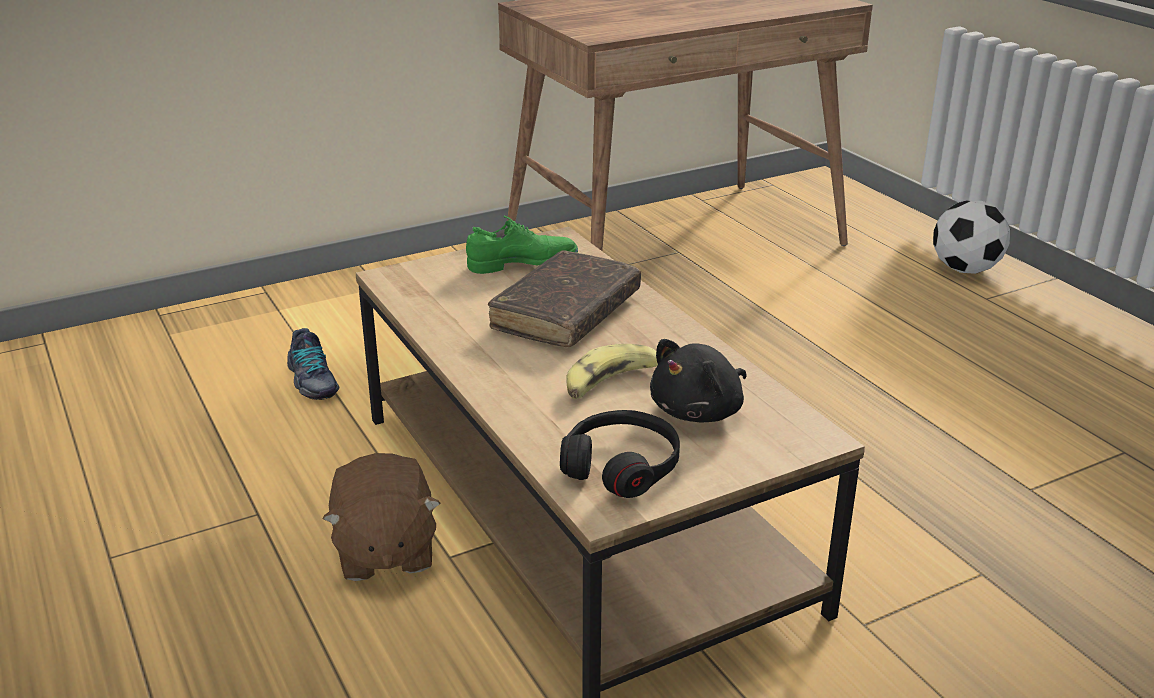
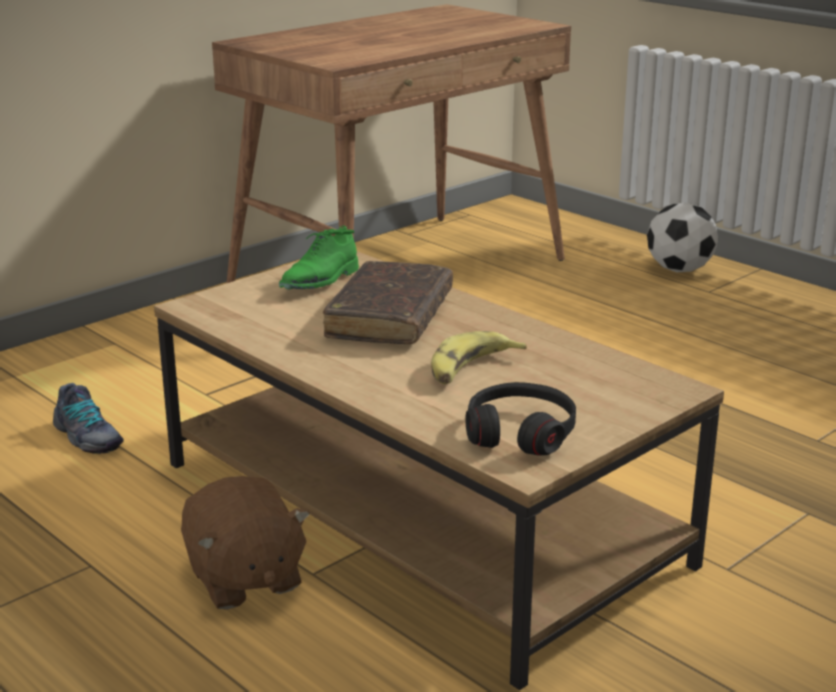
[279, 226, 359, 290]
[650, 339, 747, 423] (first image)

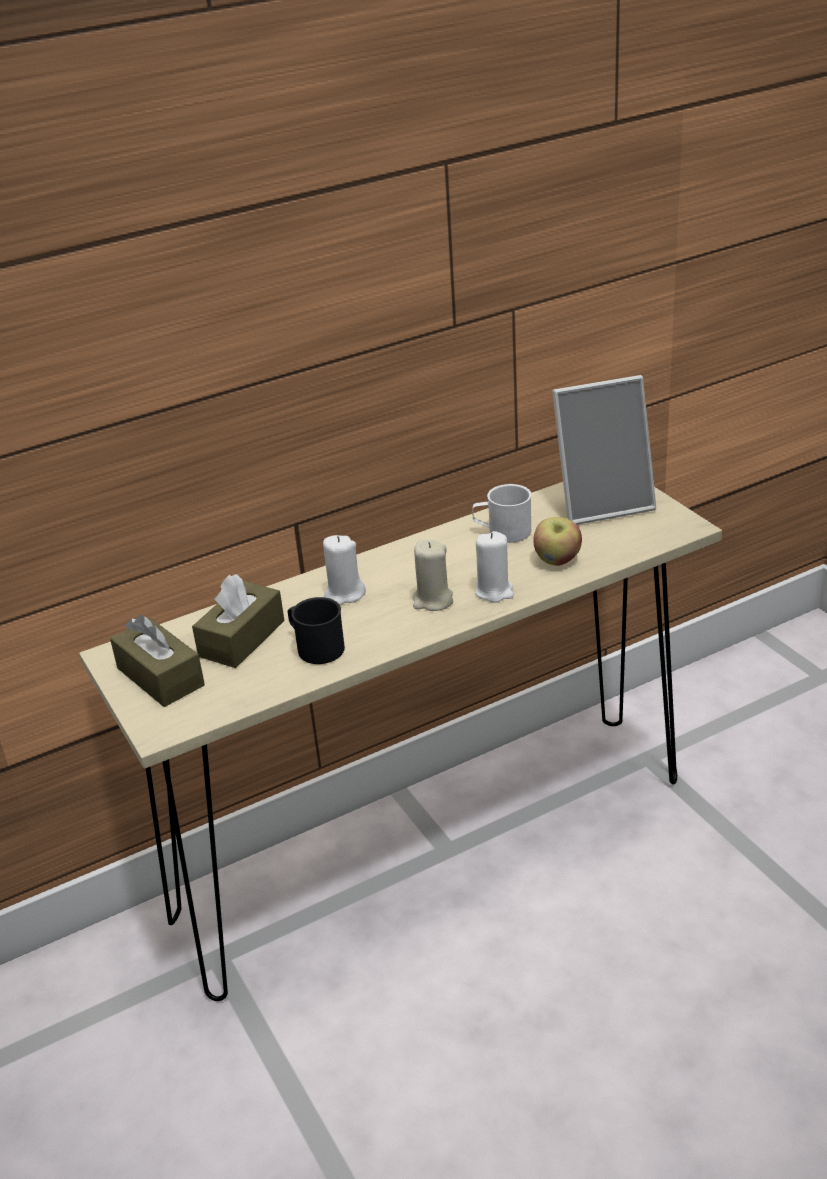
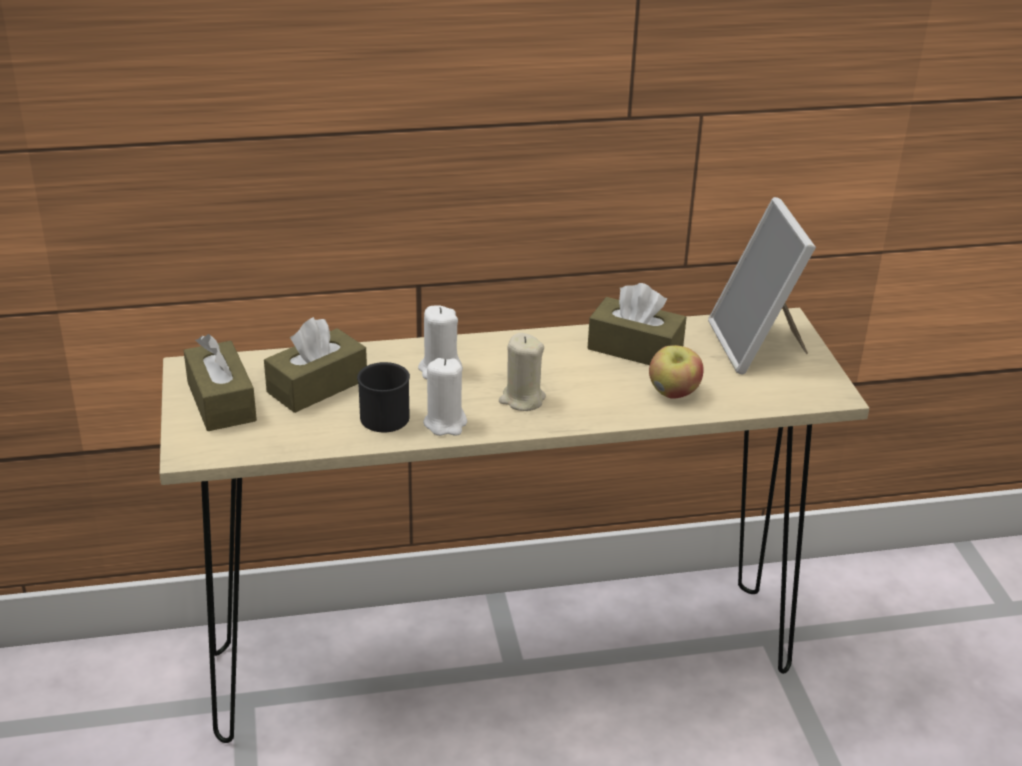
[588, 283, 687, 365]
[423, 358, 467, 436]
[708, 197, 816, 374]

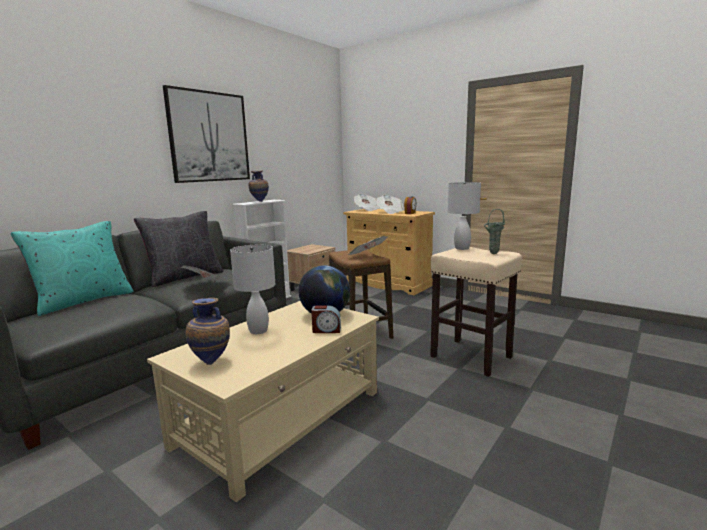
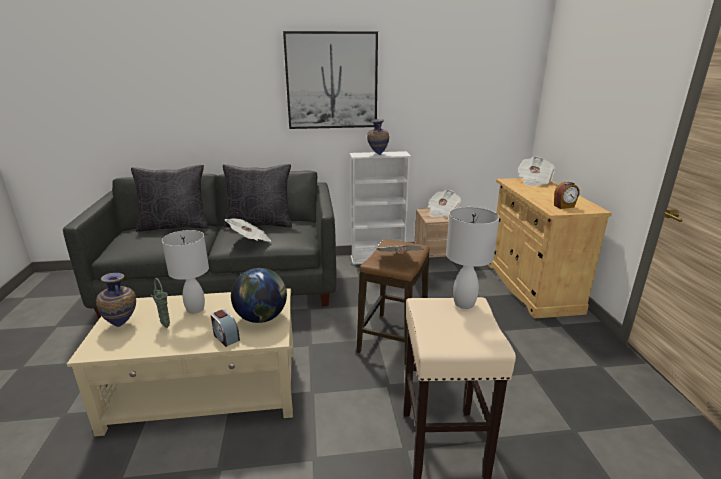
[131, 165, 208, 232]
[428, 190, 461, 217]
[151, 278, 170, 328]

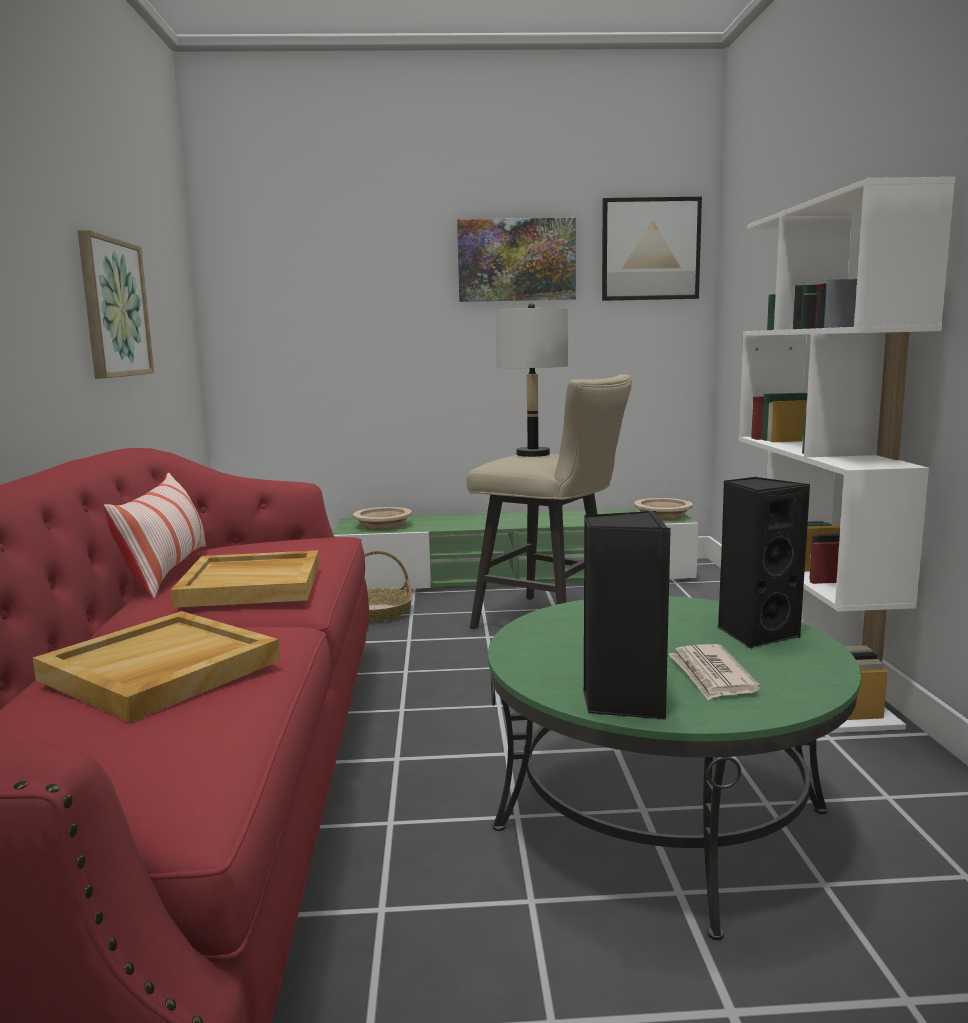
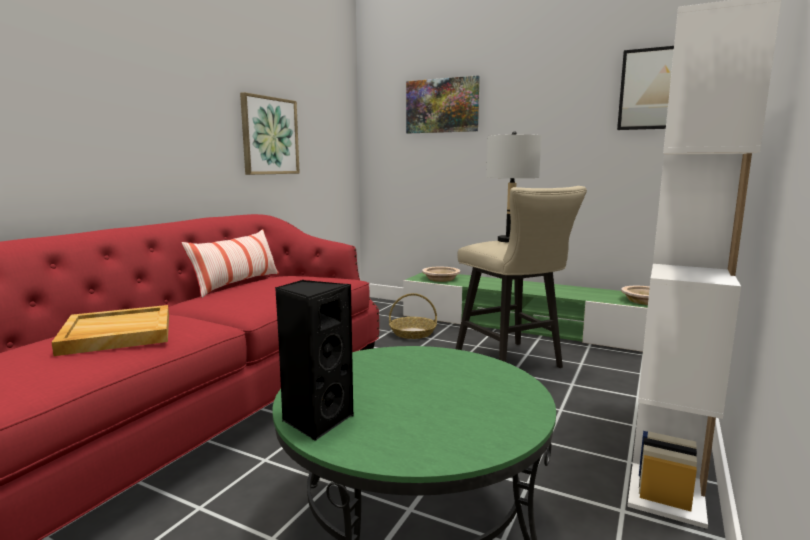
[171, 550, 319, 608] (first image)
[406, 75, 480, 133]
[669, 644, 761, 700] (first image)
[718, 477, 810, 649] (first image)

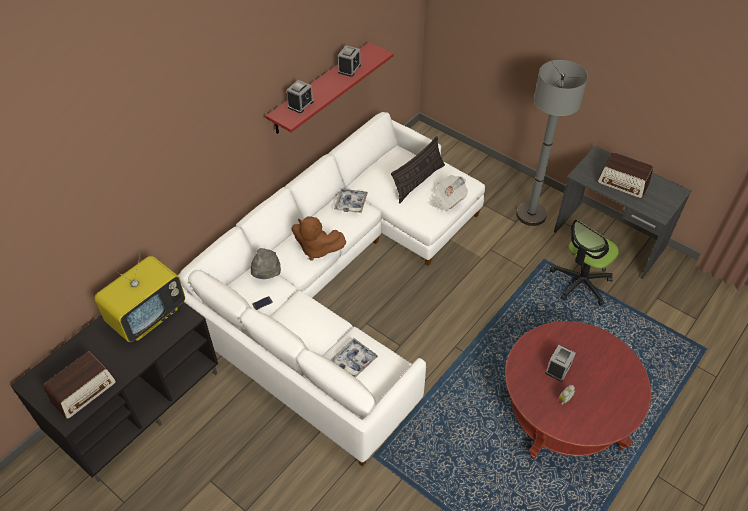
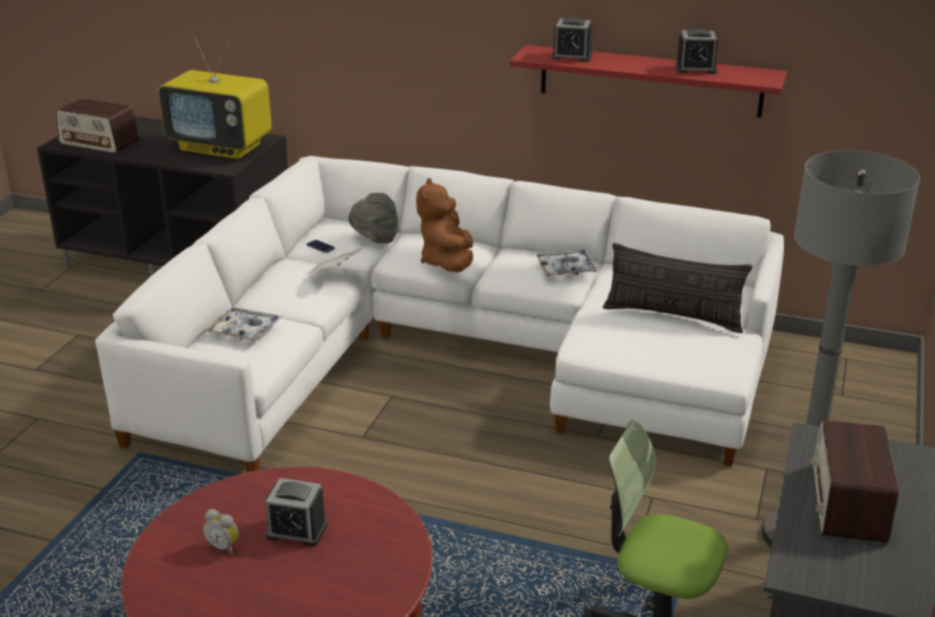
[305, 245, 366, 275]

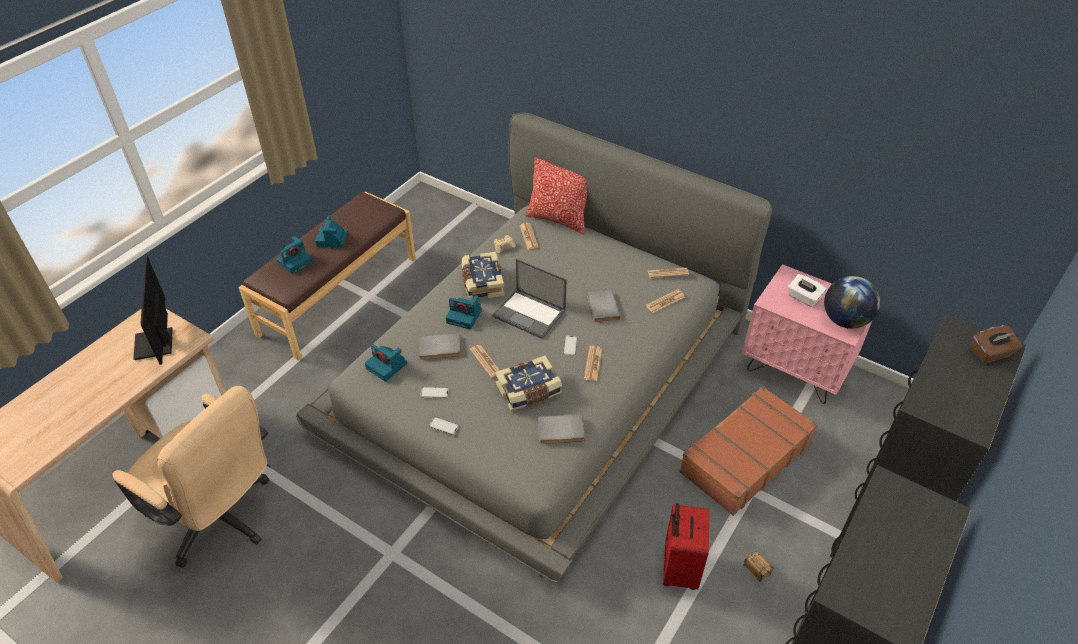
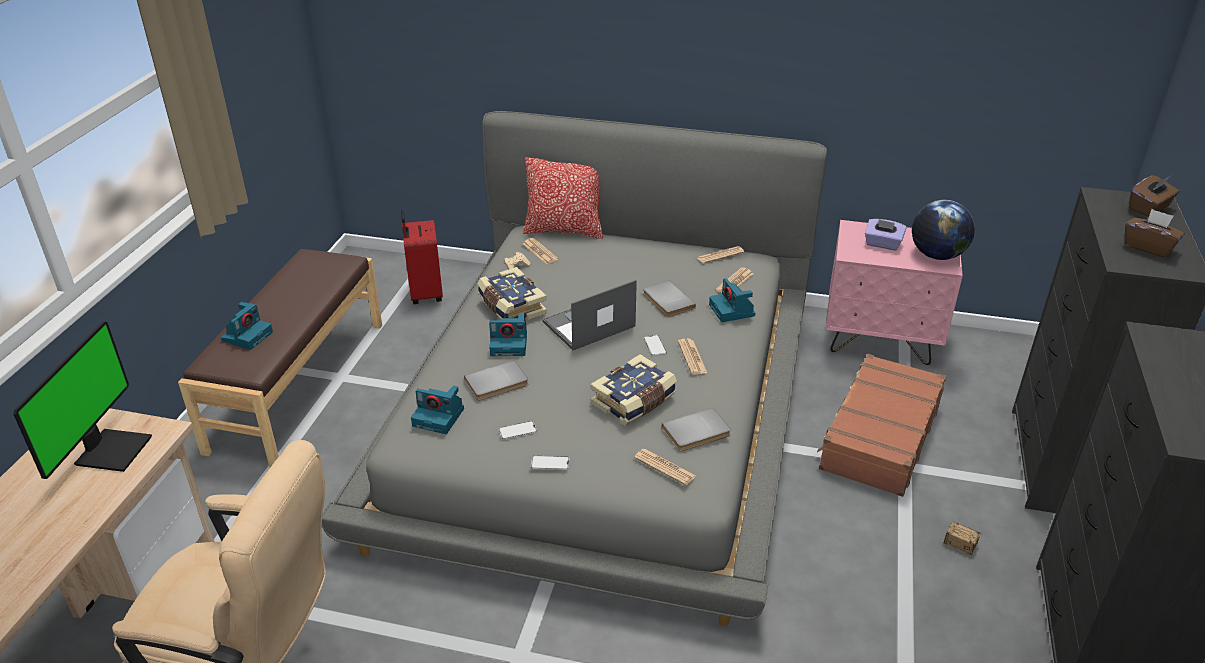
[13, 321, 152, 479]
[709, 278, 755, 322]
[634, 449, 696, 485]
[542, 280, 637, 350]
[401, 210, 443, 304]
[865, 219, 906, 251]
[1125, 209, 1185, 258]

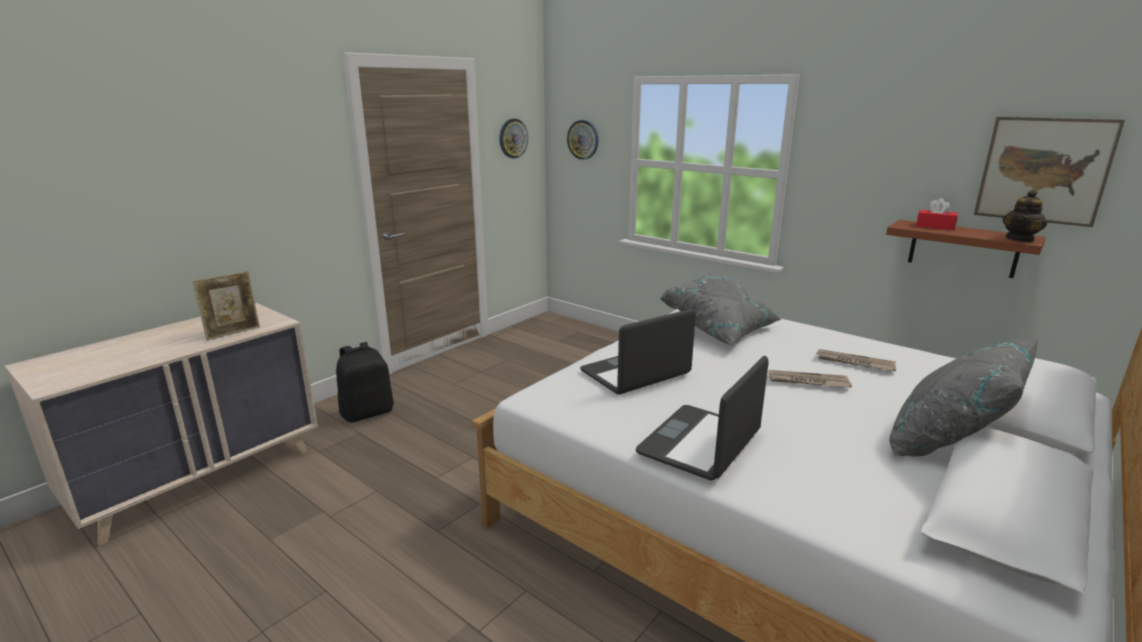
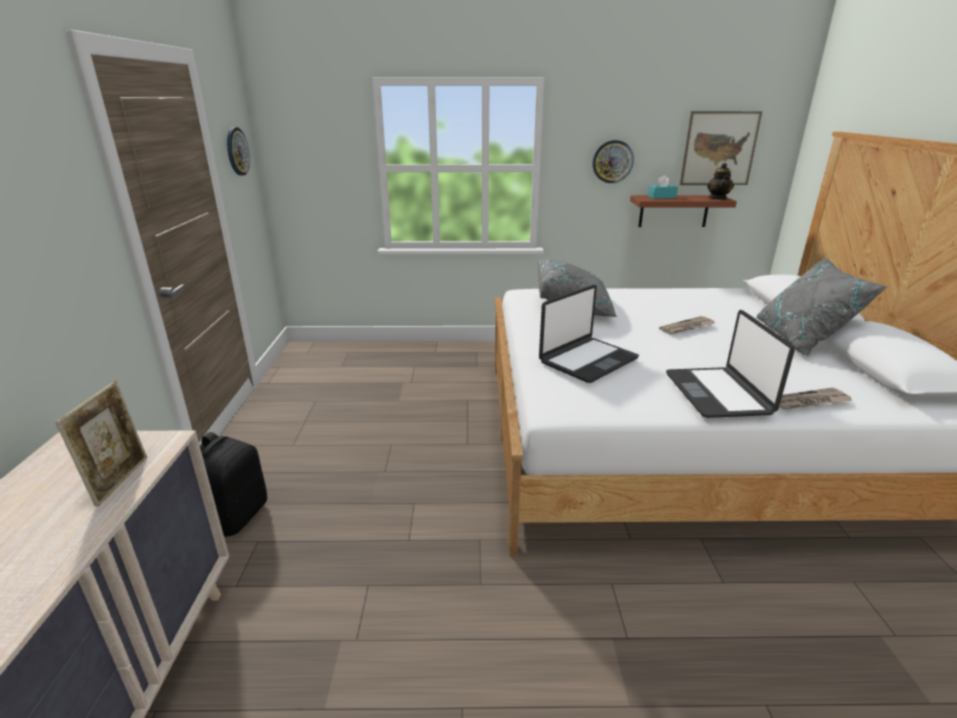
[592, 140, 634, 183]
[539, 285, 639, 383]
[779, 387, 852, 410]
[648, 175, 678, 199]

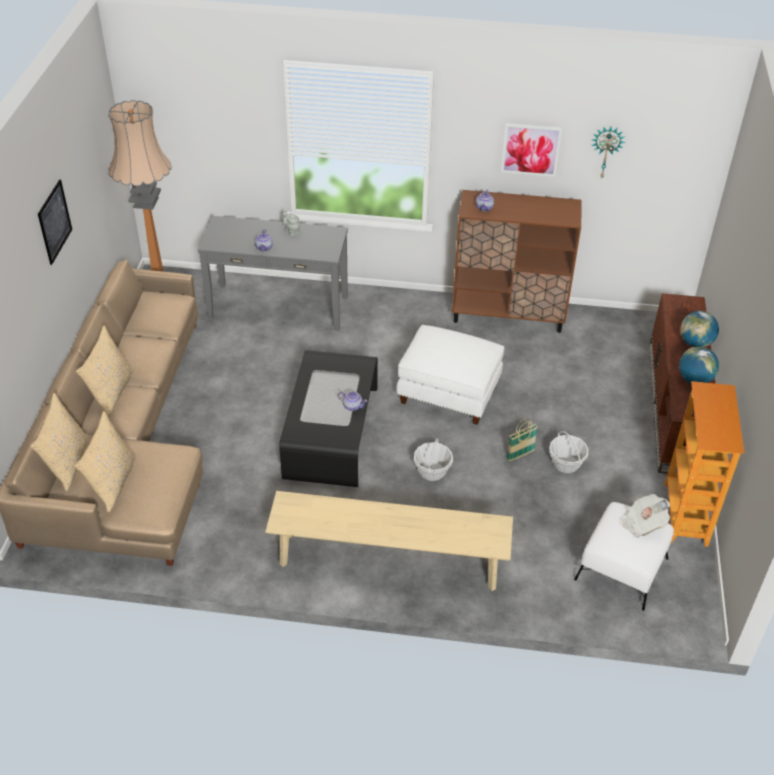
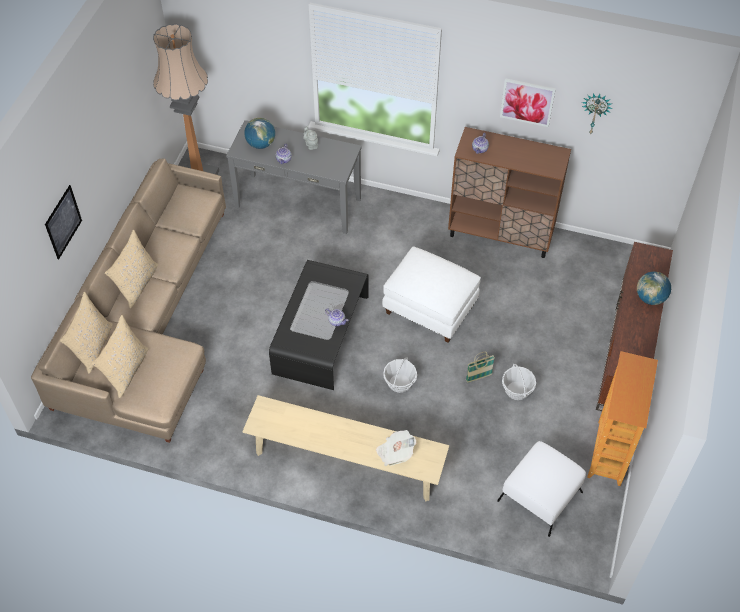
[45, 185, 82, 259]
[376, 430, 416, 466]
[244, 118, 275, 149]

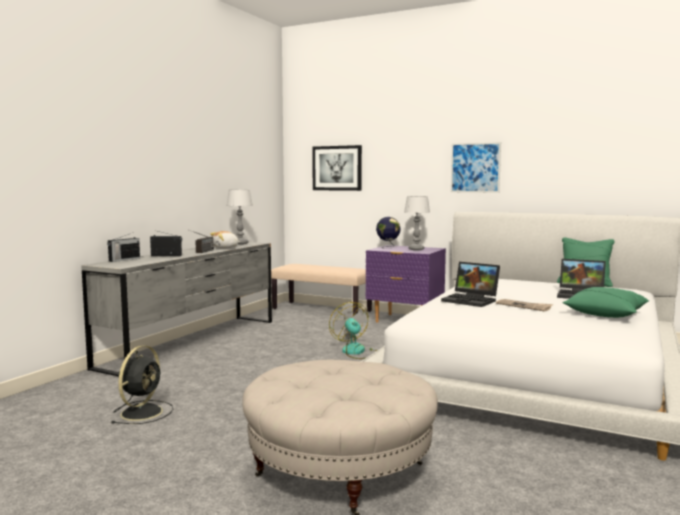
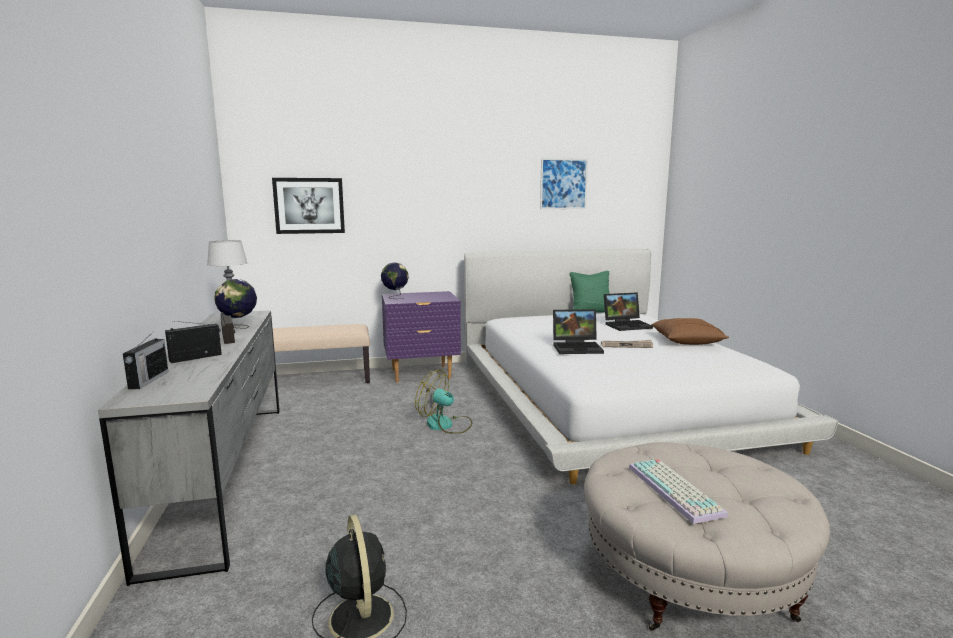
[214, 279, 257, 329]
[404, 196, 430, 250] (first image)
[540, 158, 588, 209]
[651, 318, 729, 345]
[629, 459, 728, 524]

